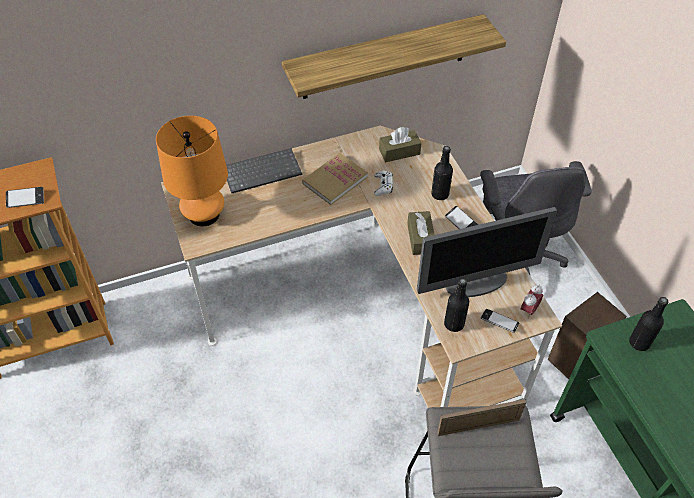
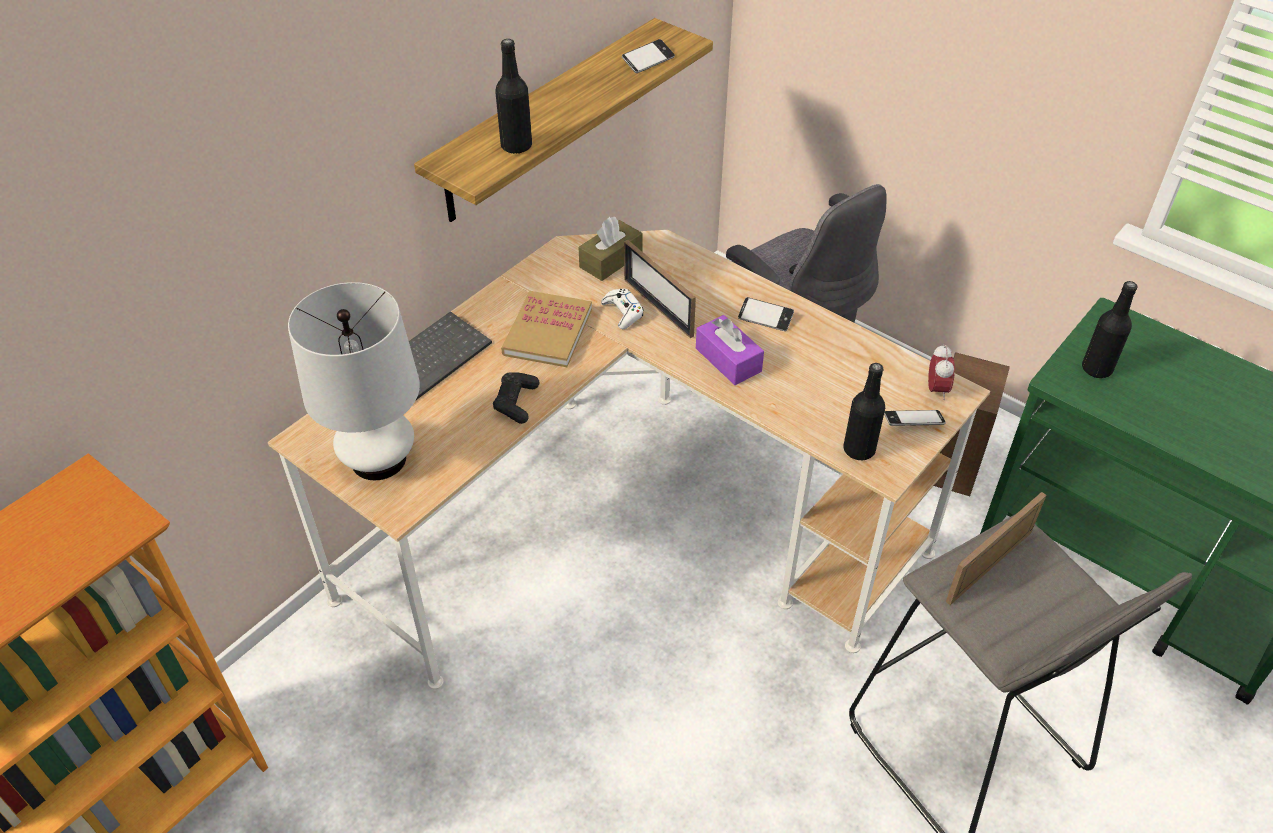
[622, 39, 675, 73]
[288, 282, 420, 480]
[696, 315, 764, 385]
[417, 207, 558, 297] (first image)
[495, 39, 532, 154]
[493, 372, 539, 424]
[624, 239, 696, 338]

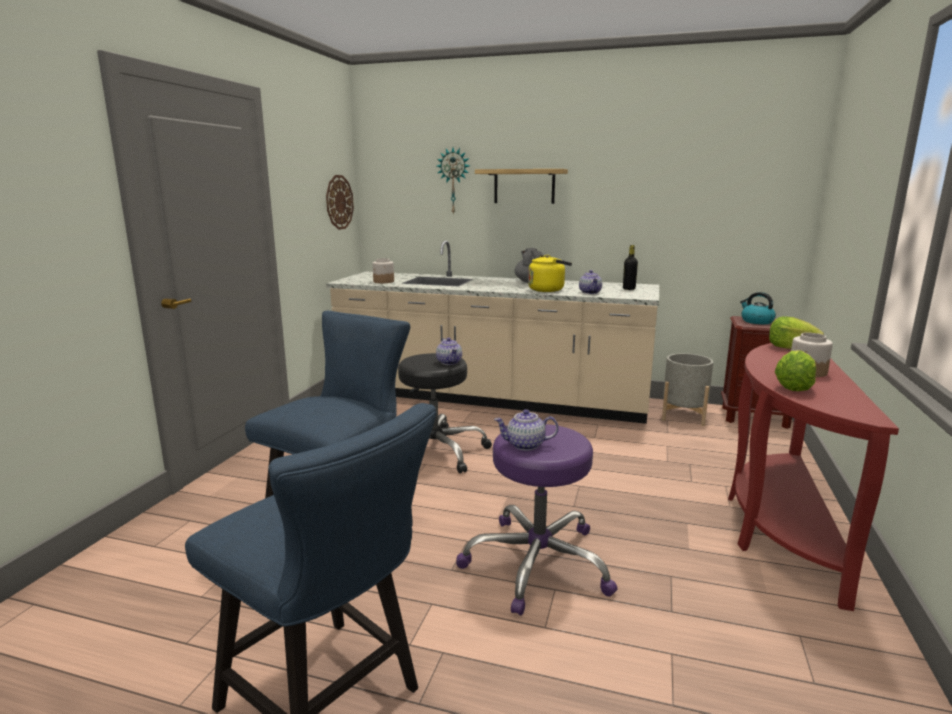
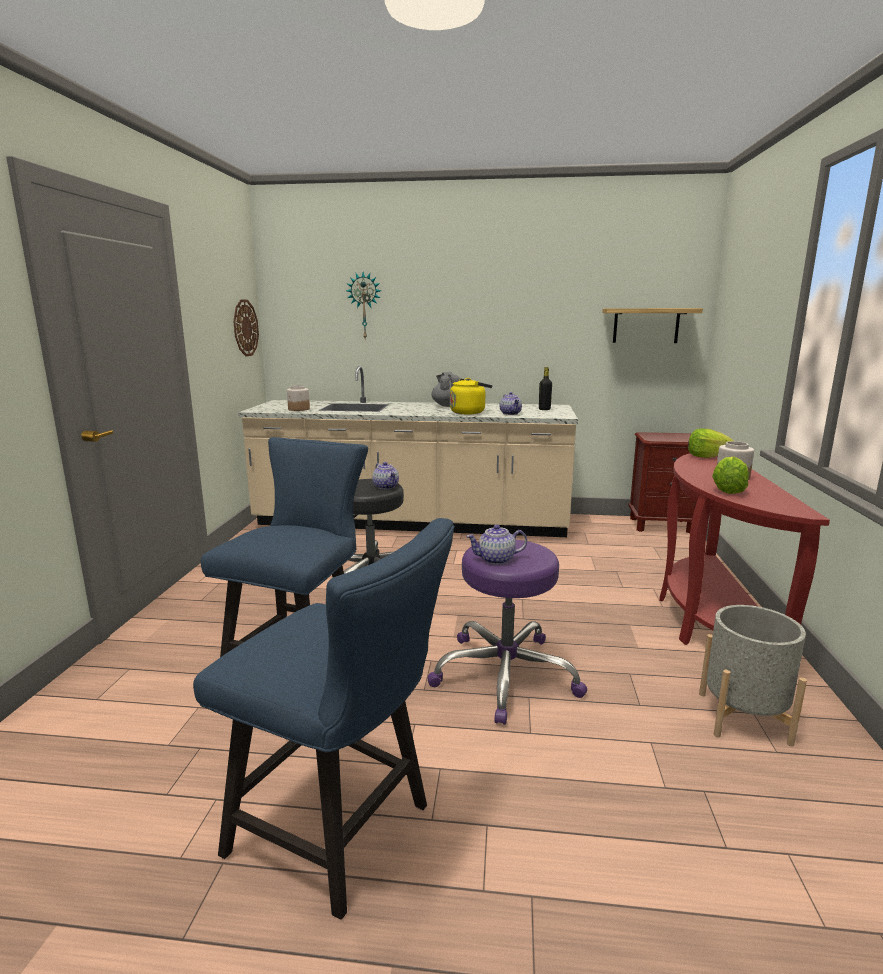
[602, 308, 703, 343]
[699, 605, 807, 747]
[740, 292, 776, 324] (first image)

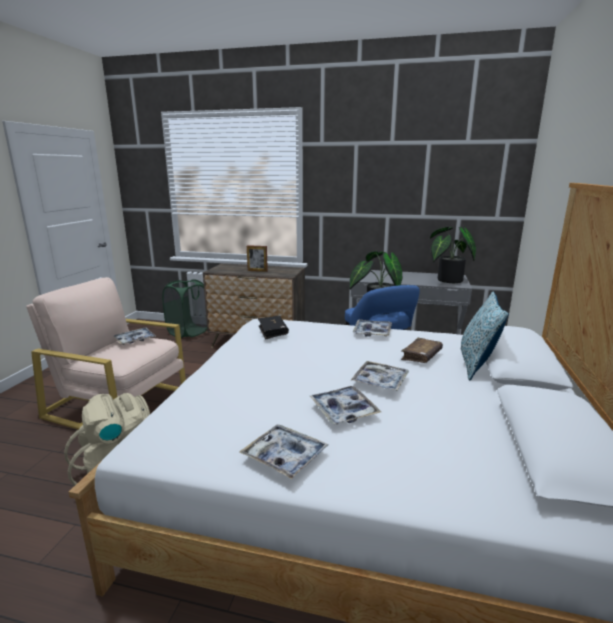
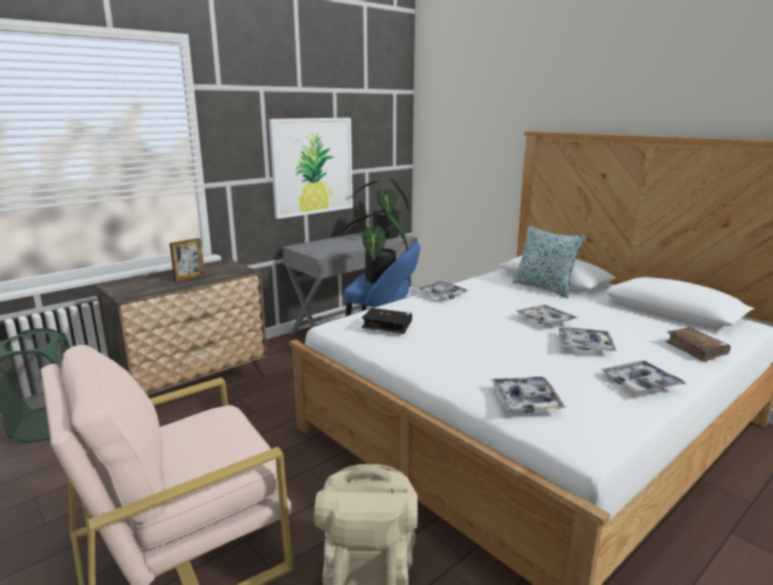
[491, 377, 566, 413]
[666, 327, 731, 362]
[269, 118, 353, 219]

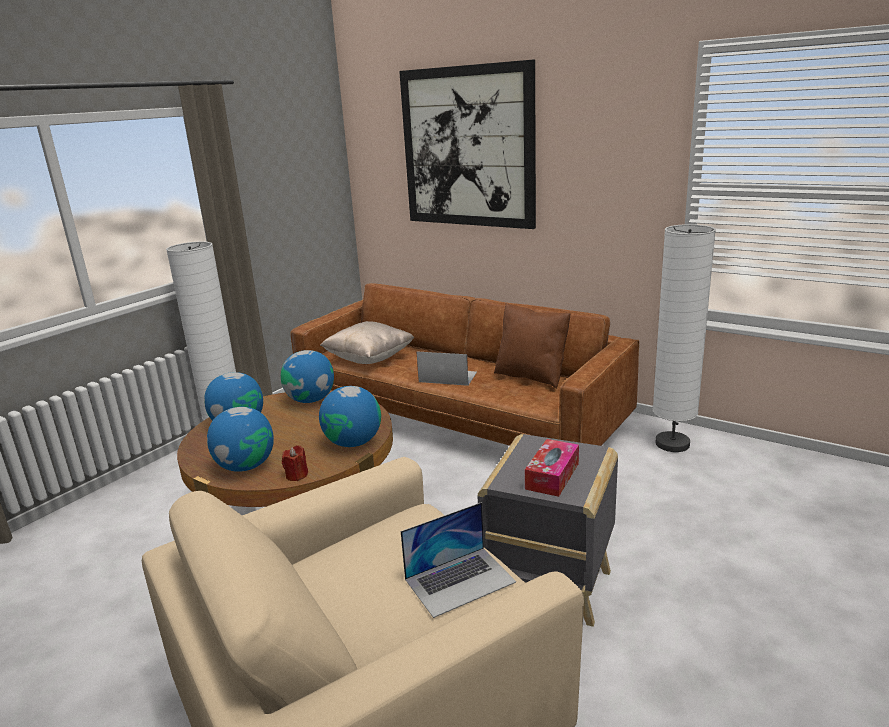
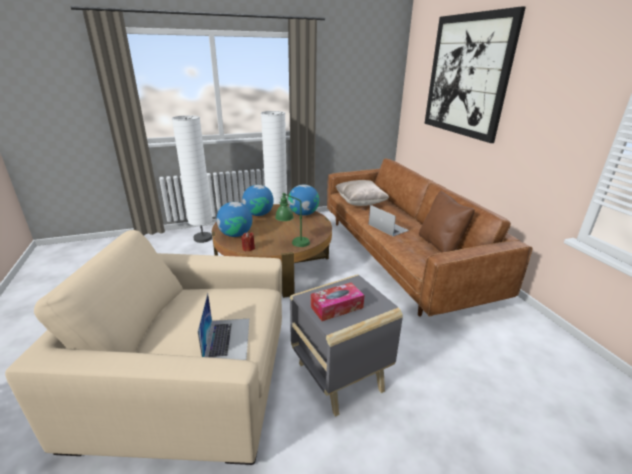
[275, 193, 310, 247]
[198, 292, 249, 360]
[172, 115, 213, 243]

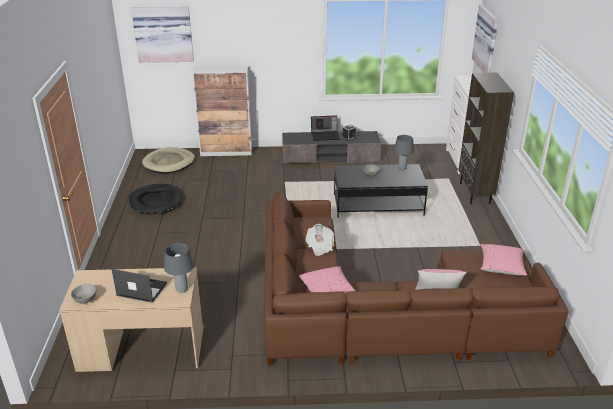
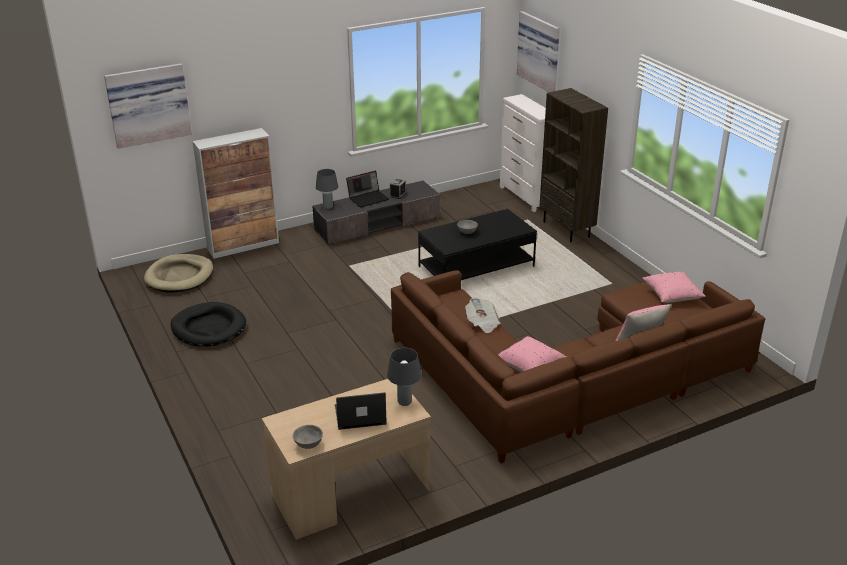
[316, 169, 338, 209]

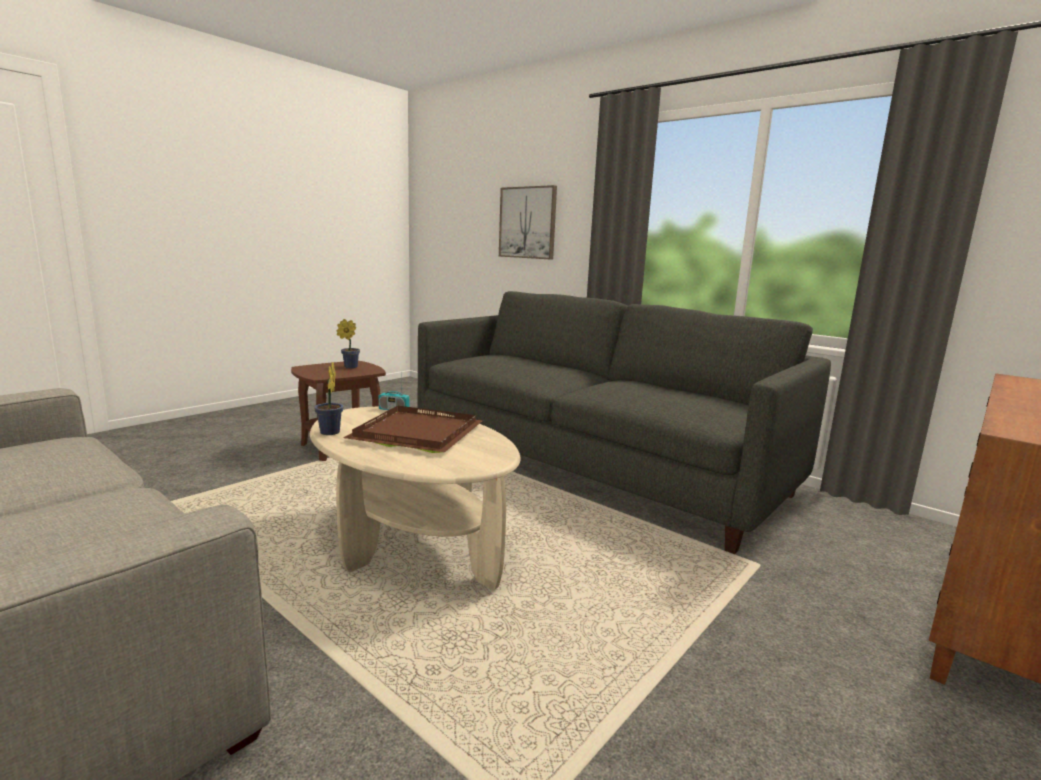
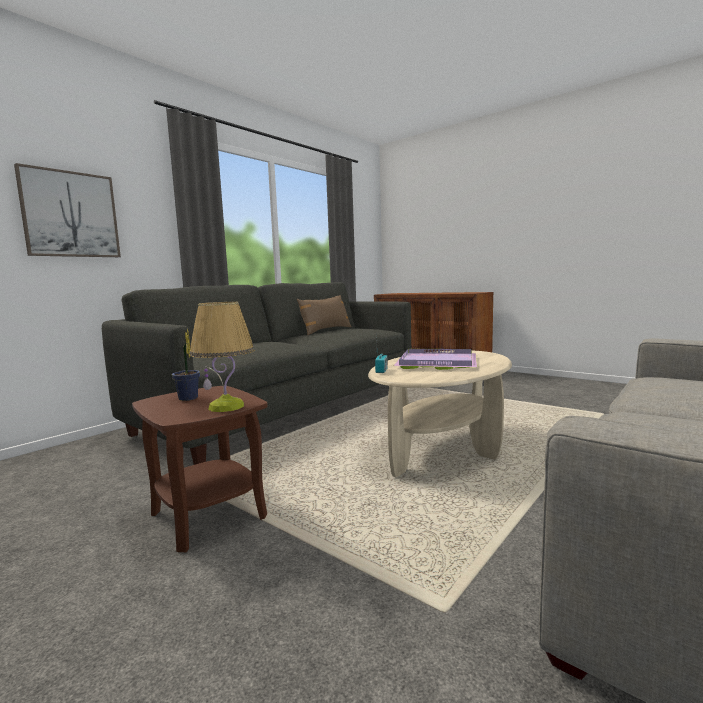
[314, 362, 343, 435] (first image)
[394, 349, 477, 370]
[189, 301, 254, 412]
[297, 295, 352, 335]

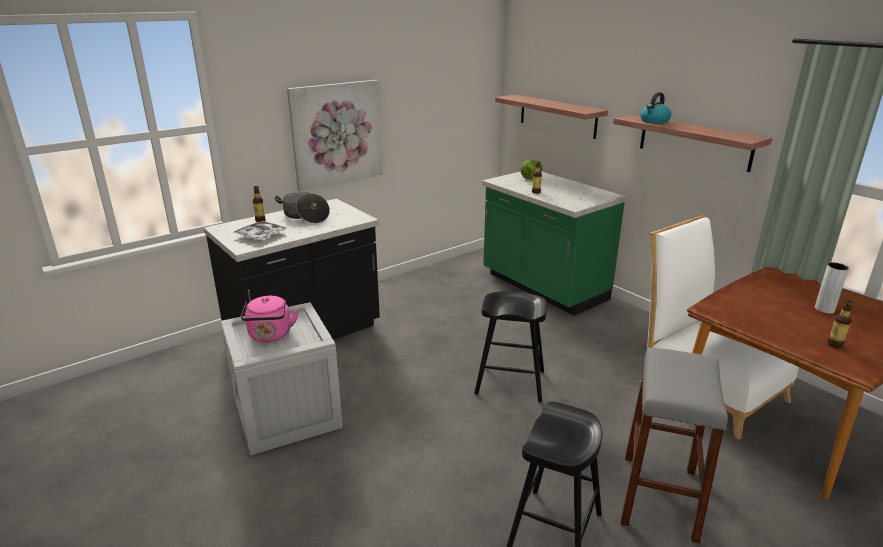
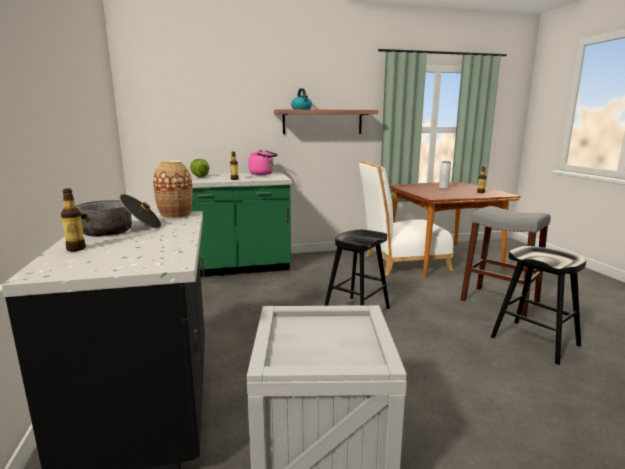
[234, 221, 287, 240] (first image)
[248, 150, 278, 175]
[287, 80, 383, 191] (first image)
[495, 94, 608, 139] (first image)
[153, 161, 193, 219]

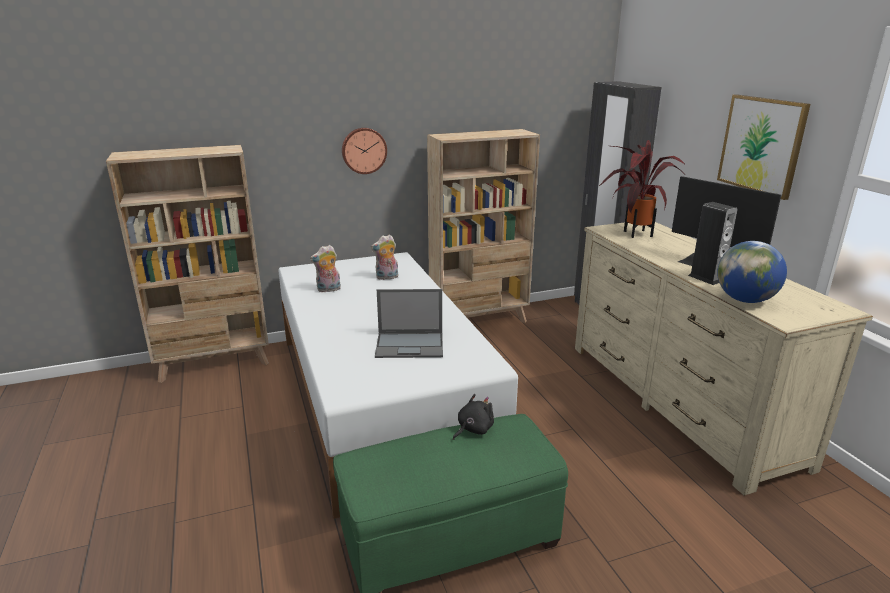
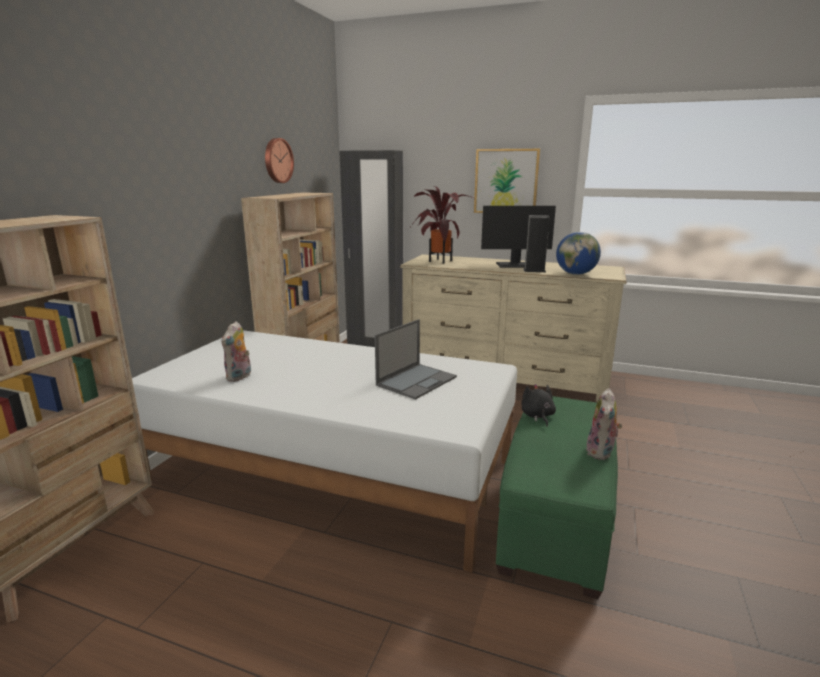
[265, 138, 294, 183]
[586, 388, 623, 460]

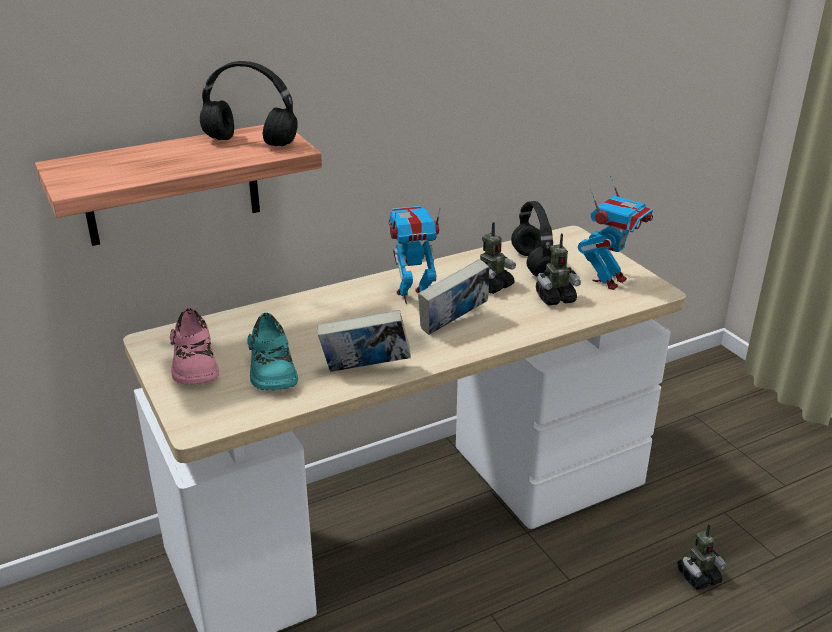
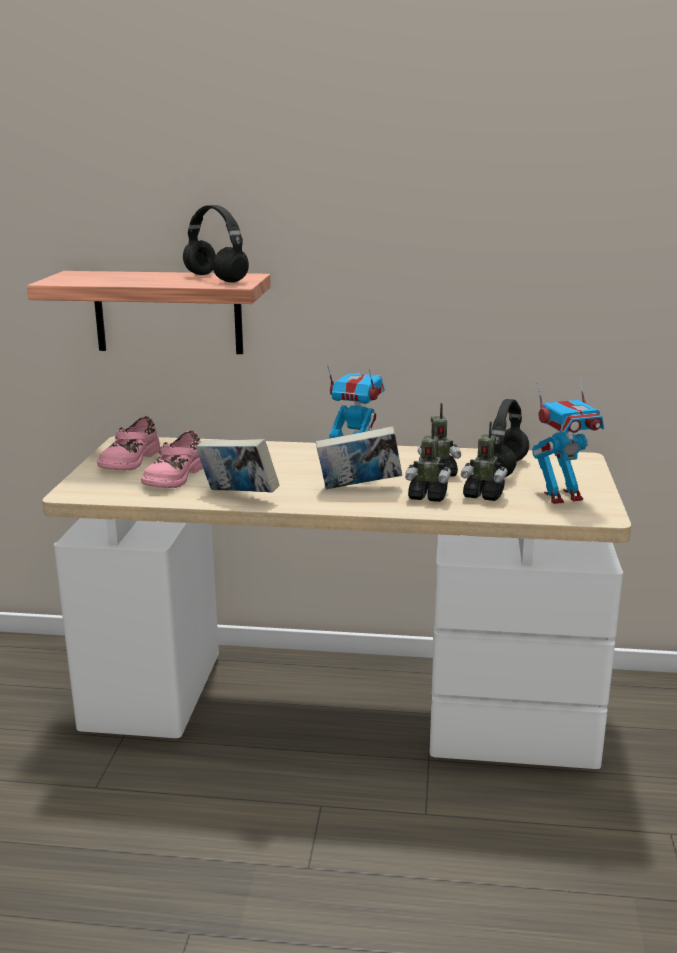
[141, 430, 203, 488]
[405, 422, 451, 502]

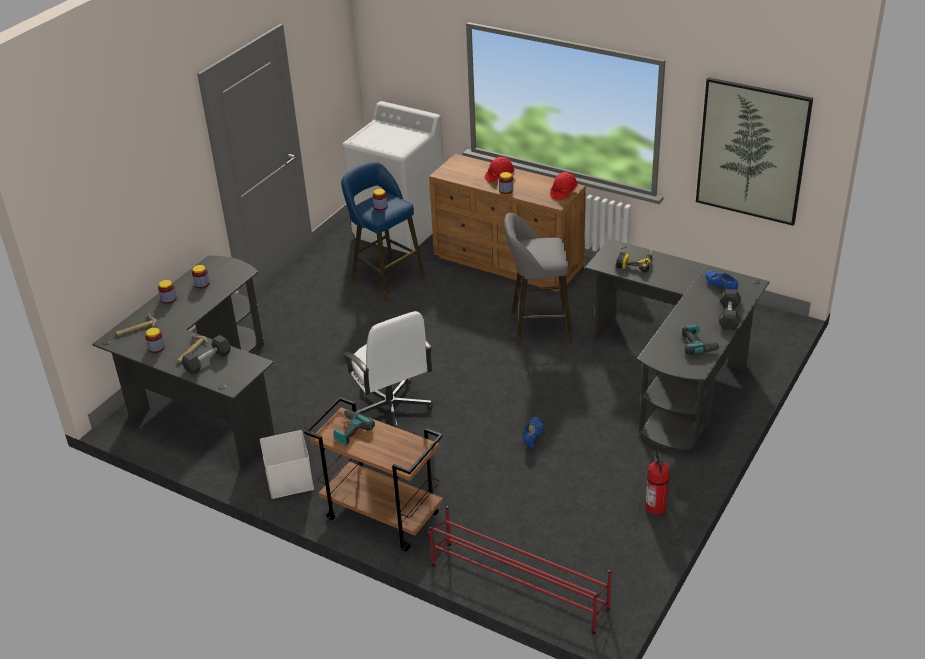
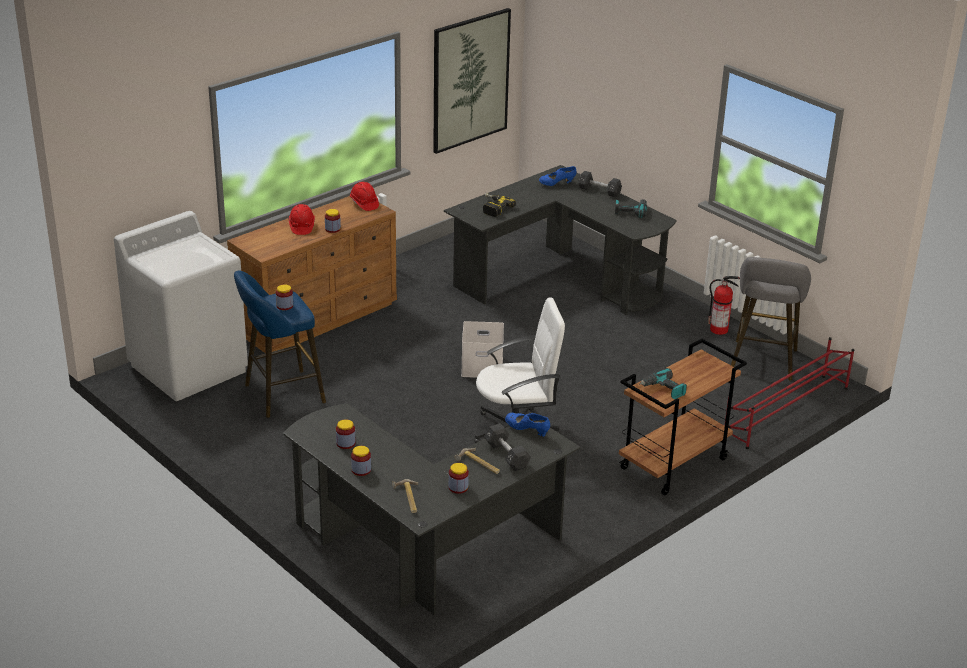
[461, 321, 504, 378]
[731, 257, 811, 381]
[505, 413, 550, 437]

